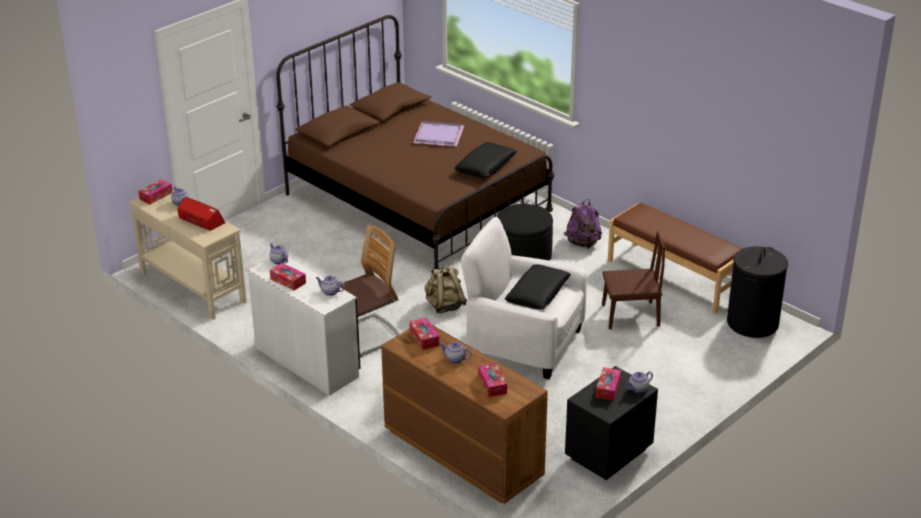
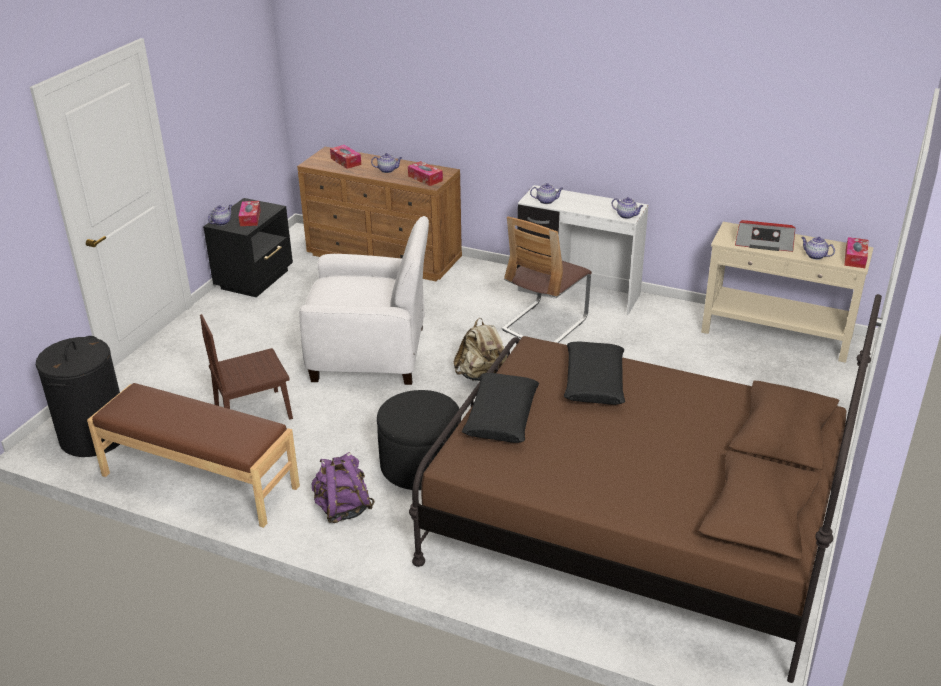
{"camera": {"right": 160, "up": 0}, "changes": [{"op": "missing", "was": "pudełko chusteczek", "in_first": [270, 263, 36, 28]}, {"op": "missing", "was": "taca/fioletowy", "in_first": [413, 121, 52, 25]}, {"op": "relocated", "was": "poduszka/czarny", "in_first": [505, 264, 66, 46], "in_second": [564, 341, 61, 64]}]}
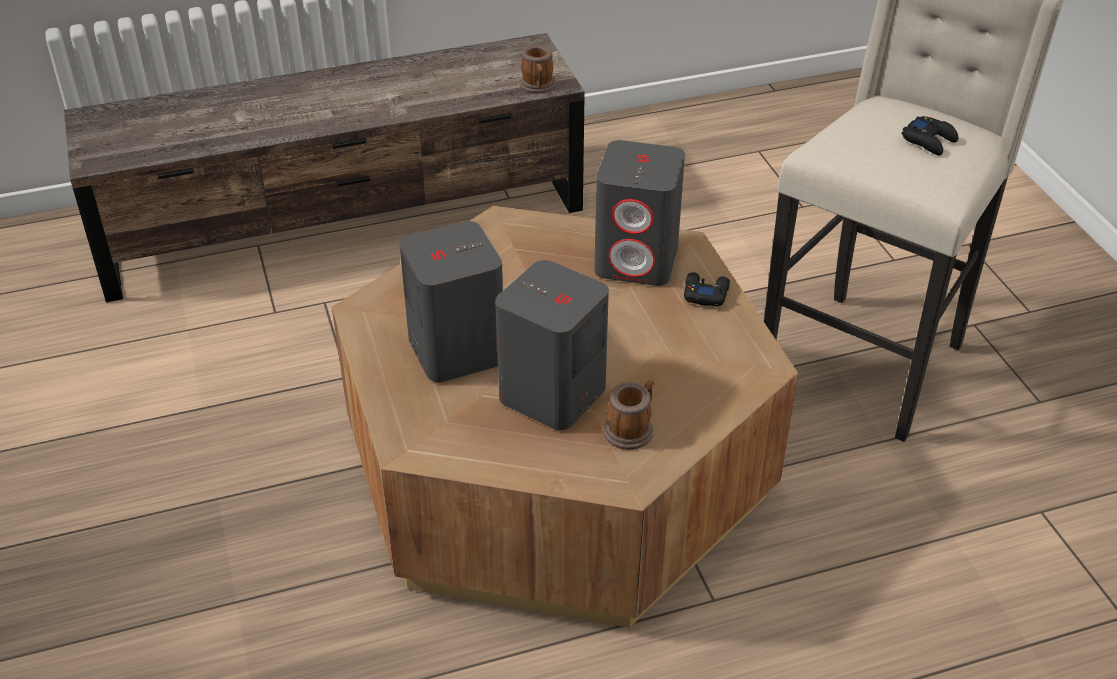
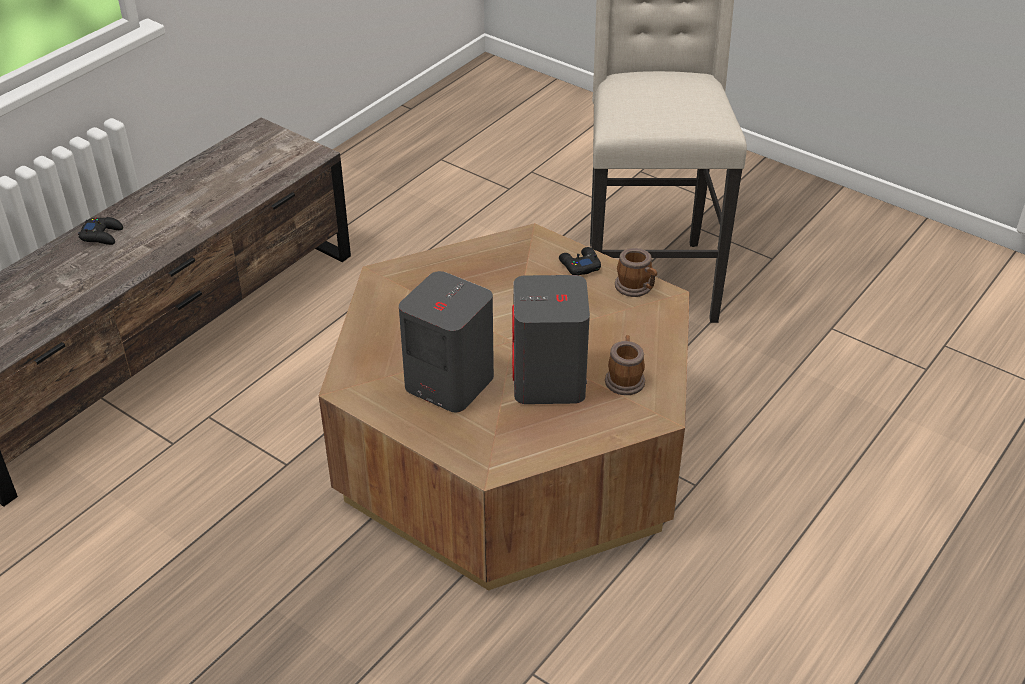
{"camera": {"right": -35, "up": 0}, "changes": [{"op": "relocated", "was": "kubek", "in_first": [519, 45, 37, 49], "in_second": [615, 248, 42, 49]}, {"op": "missing", "was": "głośnik/szary", "in_first": [594, 140, 91, 146]}, {"op": "relocated", "was": "pad do gier/czarny", "in_first": [902, 116, 56, 40], "in_second": [78, 217, 45, 28]}]}
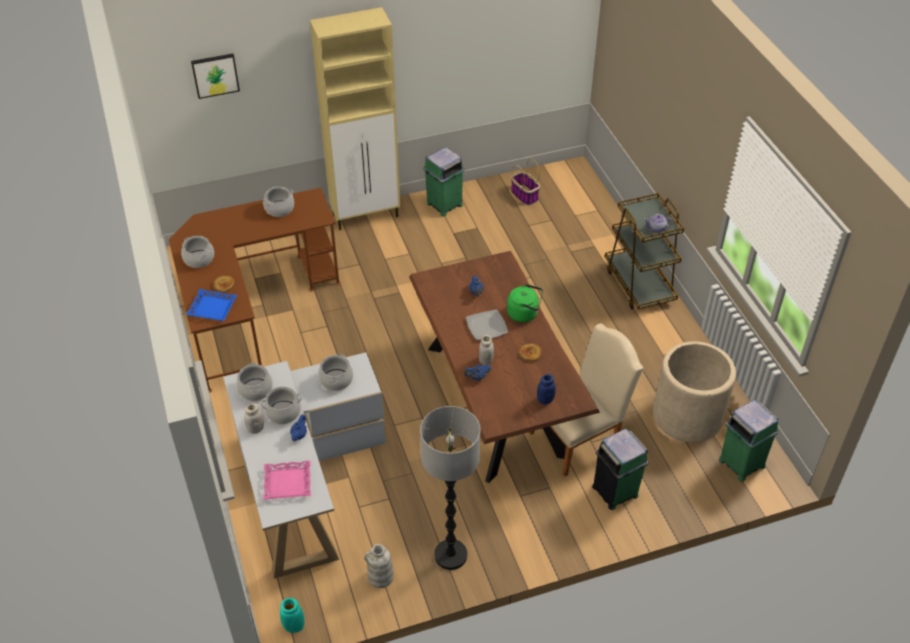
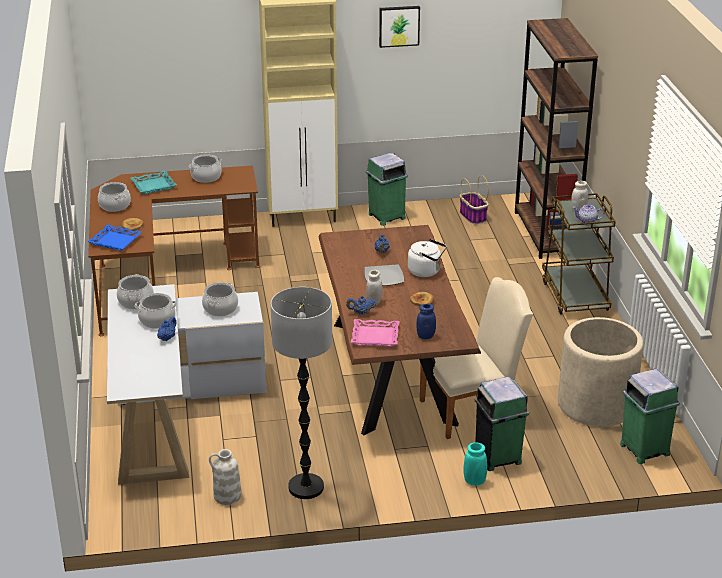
{"camera": {"right": 10, "up": -15}, "changes": [{"op": "relocated", "was": "obraz", "in_first": [191, 53, 49, 46], "in_second": [379, 6, 41, 42]}, {"op": "relocated", "was": "słoik/biały", "in_first": [244, 403, 20, 31], "in_second": [571, 181, 17, 30]}, {"op": "relocated", "was": "taca/różowy", "in_first": [263, 461, 48, 39], "in_second": [351, 319, 48, 27]}, {"op": "relocated", "was": "wazon/turkusowy", "in_first": [280, 598, 25, 35], "in_second": [463, 442, 24, 44]}, {"op": "colour", "was": "czajnik/zielony", "now": "czajnik/biały", "in_first": [507, 284, 36, 38], "in_second": [408, 239, 38, 38]}, {"op": "appeared", "now": "taca/turkusowy", "in_second": [131, 171, 46, 23]}, {"op": "appeared", "now": "regał/brązowy", "in_second": [515, 18, 83, 241]}]}
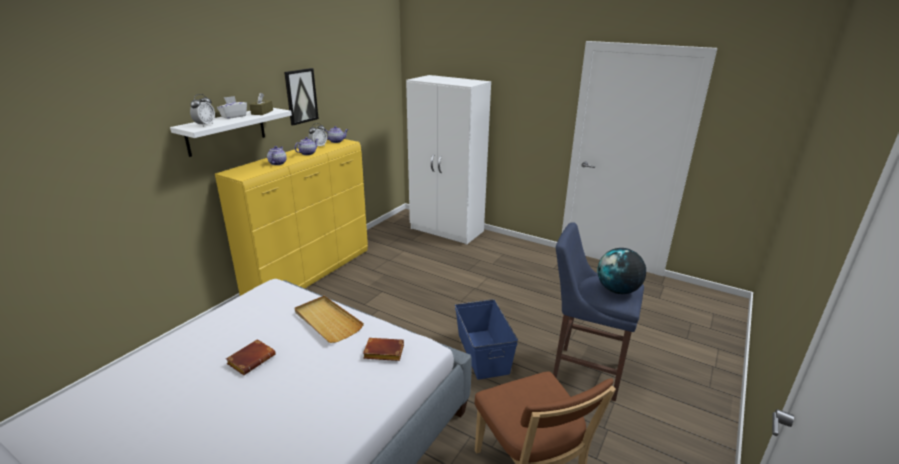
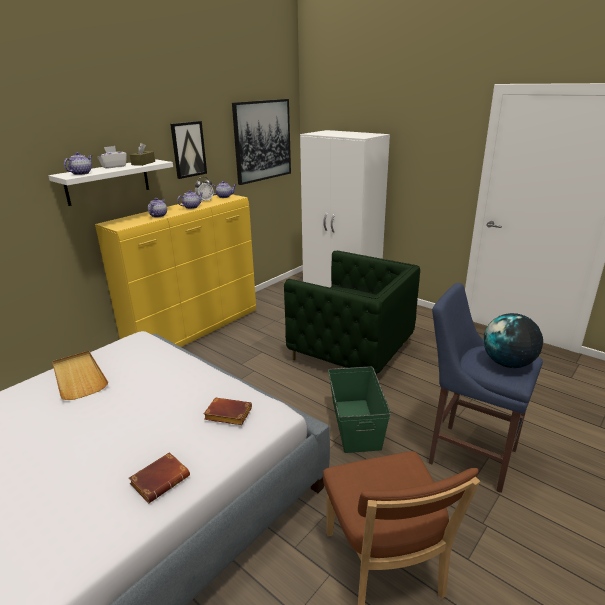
{"camera": {"right": 10, "up": 0}, "changes": [{"op": "exchanged", "was": "budzik", "now": "imbryk", "in_first": [190, 94, 25, 33], "in_second": [64, 152, 28, 23]}, {"op": "relocated", "was": "książka/brązowy", "in_first": [226, 339, 50, 36], "in_second": [129, 452, 61, 51]}, {"op": "relocated", "was": "taca/beżowy", "in_first": [295, 296, 69, 47], "in_second": [52, 351, 56, 49]}, {"op": "colour", "was": "pojemnik do przechowywania/niebieski", "now": "pojemnik do przechowywania/zielony", "in_first": [455, 299, 63, 81], "in_second": [328, 366, 63, 87]}, {"op": "appeared", "now": "obraz", "in_second": [232, 99, 59, 86]}, {"op": "appeared", "now": "fotel/zielony", "in_second": [284, 251, 136, 123]}]}
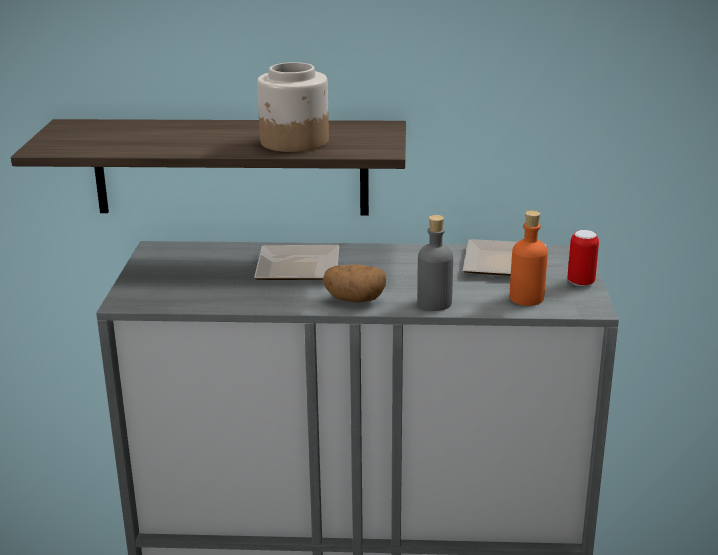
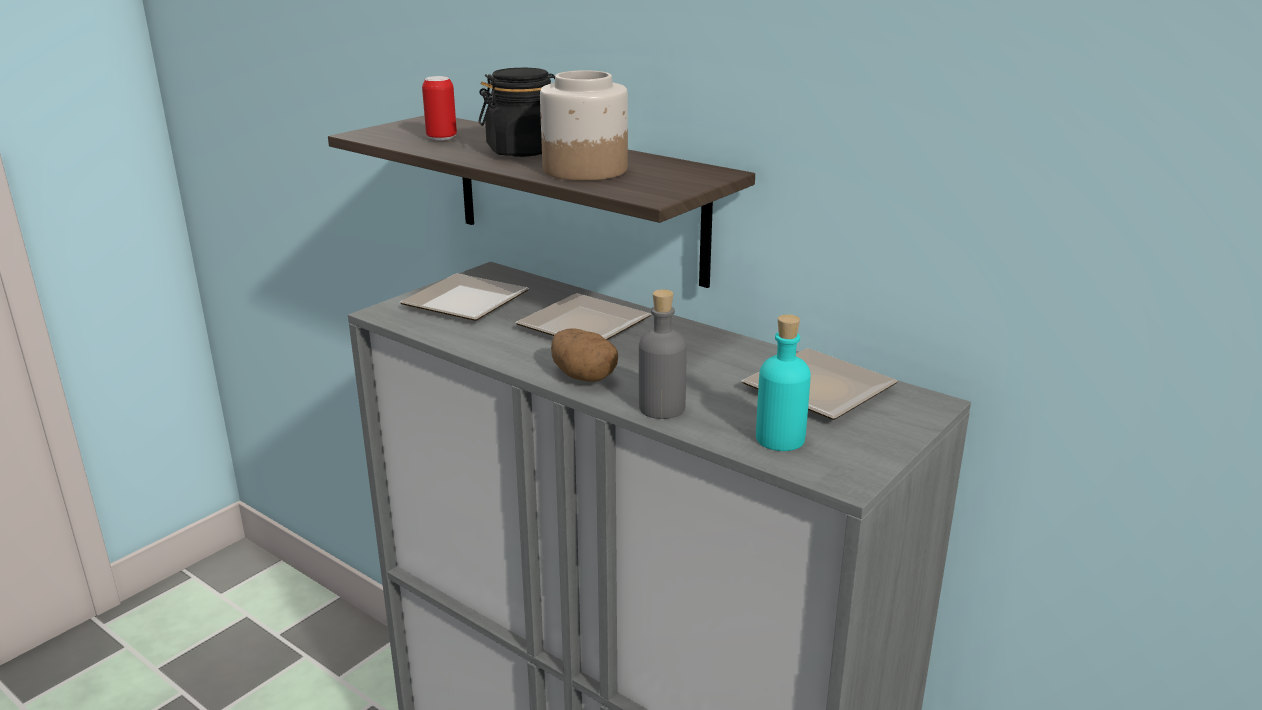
{"camera": {"right": 35, "up": 0}, "changes": [{"op": "colour", "was": "butelka/pomarańczowy", "now": "butelka/turkusowy", "in_first": [510, 210, 38, 96], "in_second": [756, 314, 55, 137]}, {"op": "relocated", "was": "puszka", "in_first": [568, 230, 31, 56], "in_second": [422, 76, 35, 65]}, {"op": "appeared", "now": "talerz", "in_second": [400, 273, 129, 48]}, {"op": "appeared", "now": "słoik/czarny", "in_second": [479, 68, 76, 89]}]}
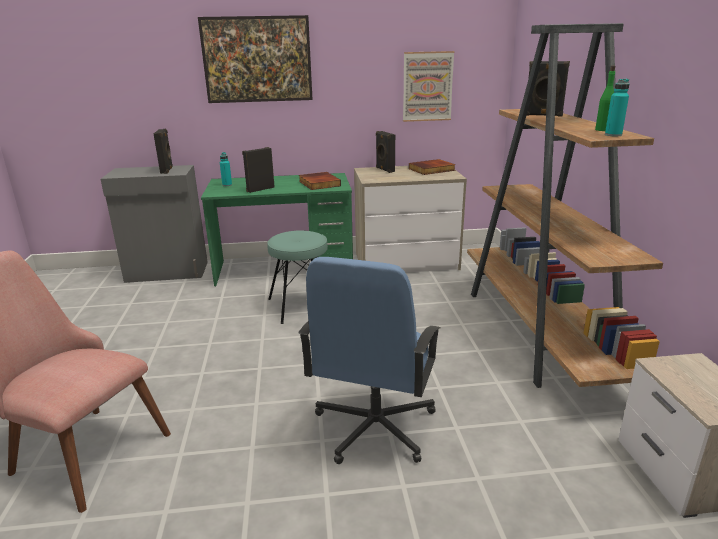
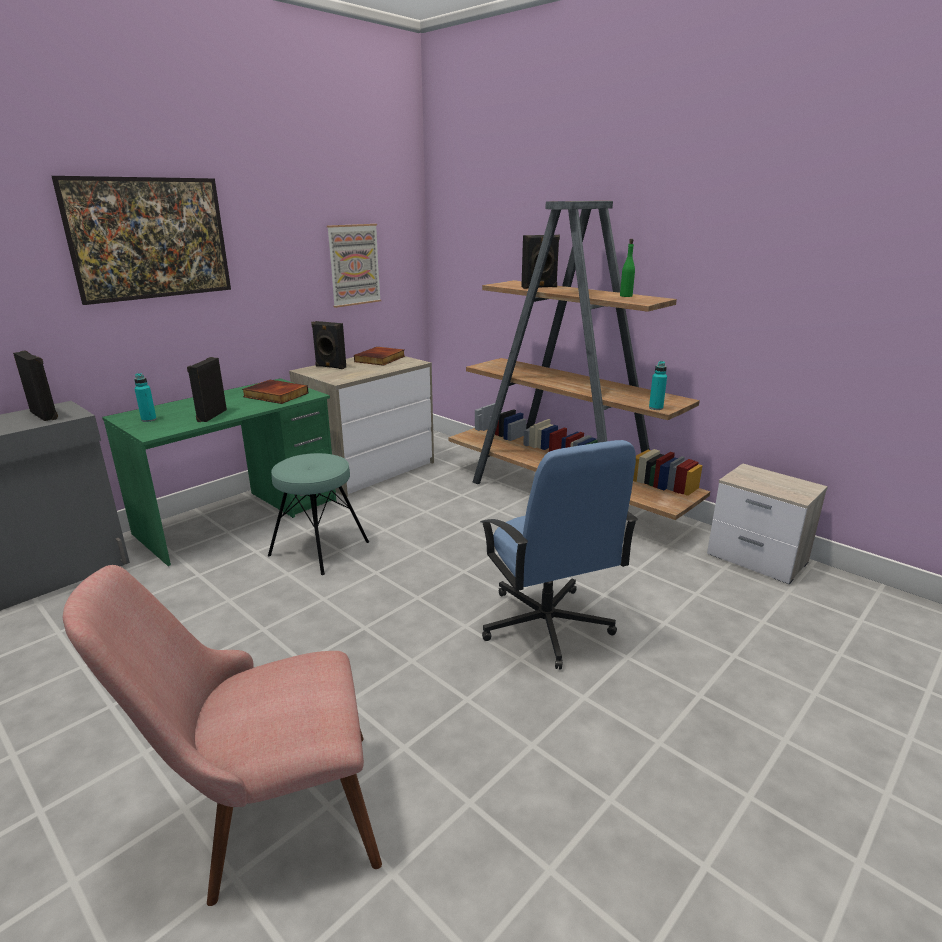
{"camera": {"right": -40, "up": 0}, "changes": [{"op": "relocated", "was": "butelka/turkusowy", "in_first": [605, 79, 24, 57], "in_second": [649, 361, 18, 49]}]}
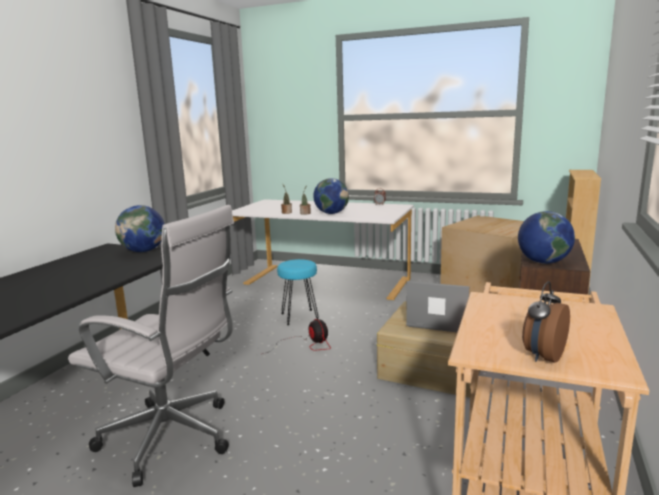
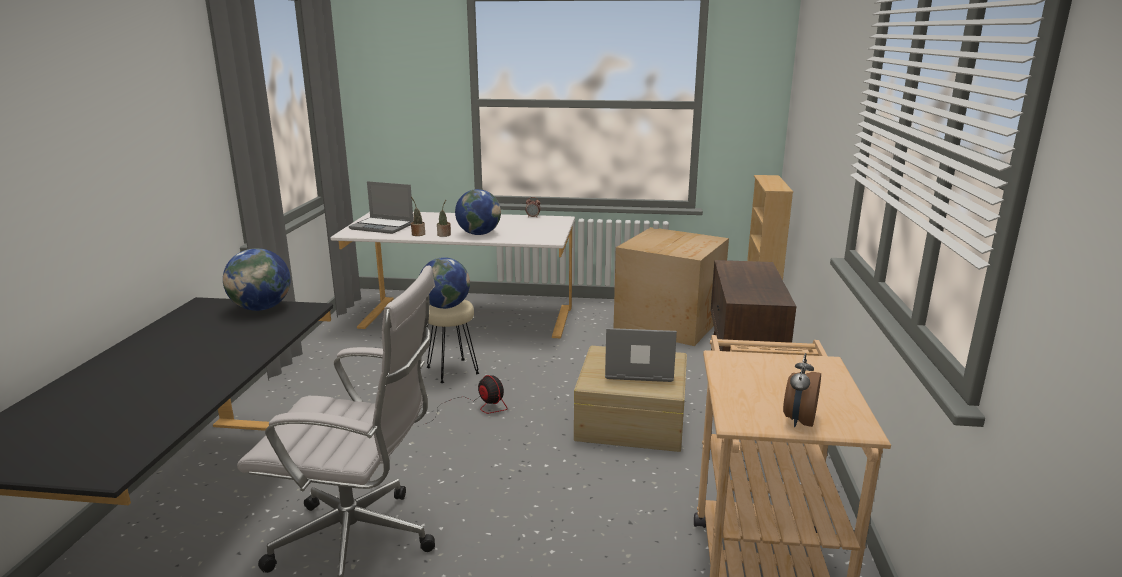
{"camera": {"right": -15, "up": 5}, "changes": [{"op": "colour", "was": "stołek/turkusowy", "now": "stołek/beżowy", "in_first": [277, 259, 42, 66], "in_second": [427, 300, 52, 83]}, {"op": "relocated", "was": "globus", "in_first": [518, 211, 57, 53], "in_second": [420, 257, 50, 52]}, {"op": "appeared", "now": "laptop", "in_second": [349, 181, 64, 53]}]}
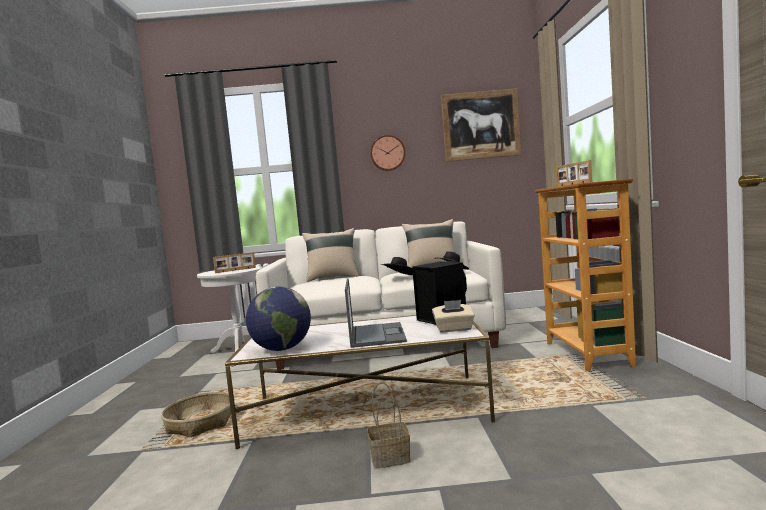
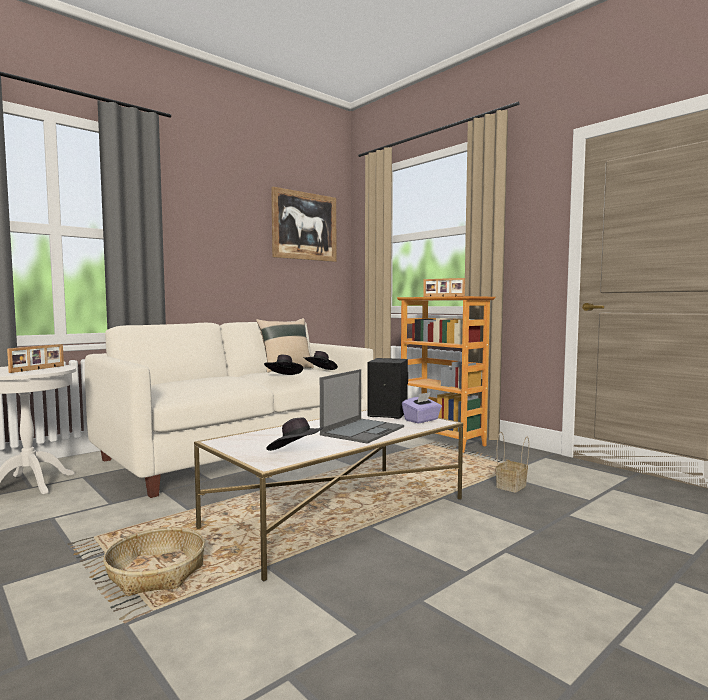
{"camera": {"right": -40, "up": 0}, "changes": [{"op": "exchanged", "was": "globus", "now": "kapelusz/czarny", "in_first": [246, 287, 65, 64], "in_second": [266, 417, 58, 34]}, {"op": "missing", "was": "poduszka/beżowy", "in_first": [302, 228, 56, 54]}, {"op": "spun", "was": "laptop", "in_first": [345, 279, 62, 69], "in_second": [320, 369, 84, 75], "clockwise": 75}, {"op": "relocated", "was": "koszyk", "in_first": [367, 382, 43, 87], "in_second": [496, 432, 33, 61]}, {"op": "missing", "was": "zegar ścienny", "in_first": [370, 135, 35, 36]}, {"op": "colour", "was": "pudełko chusteczek/beżowy", "now": "pudełko chusteczek/fioletowy", "in_first": [432, 300, 43, 32], "in_second": [402, 392, 40, 31]}]}
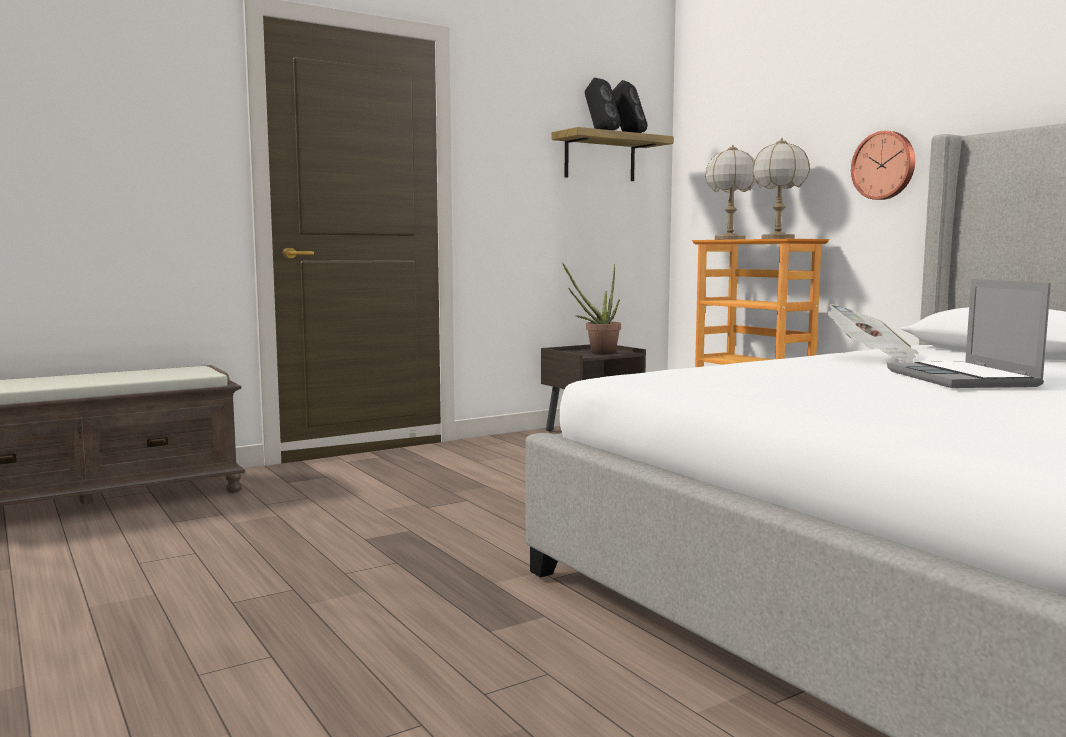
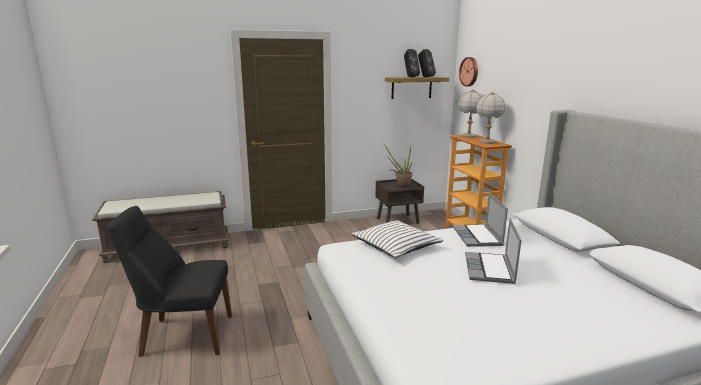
{"camera": {"right": 15, "up": 10}, "changes": [{"op": "exchanged", "was": "gazeta", "now": "laptop", "in_first": [828, 304, 91, 59], "in_second": [453, 193, 55, 54]}, {"op": "relocated", "was": "zegar ścienny", "in_first": [851, 131, 64, 69], "in_second": [459, 57, 19, 30]}, {"op": "appeared", "now": "krzesło/czarny", "in_second": [107, 206, 125, 151]}, {"op": "appeared", "now": "poduszka/biały", "in_second": [351, 220, 92, 38]}]}
